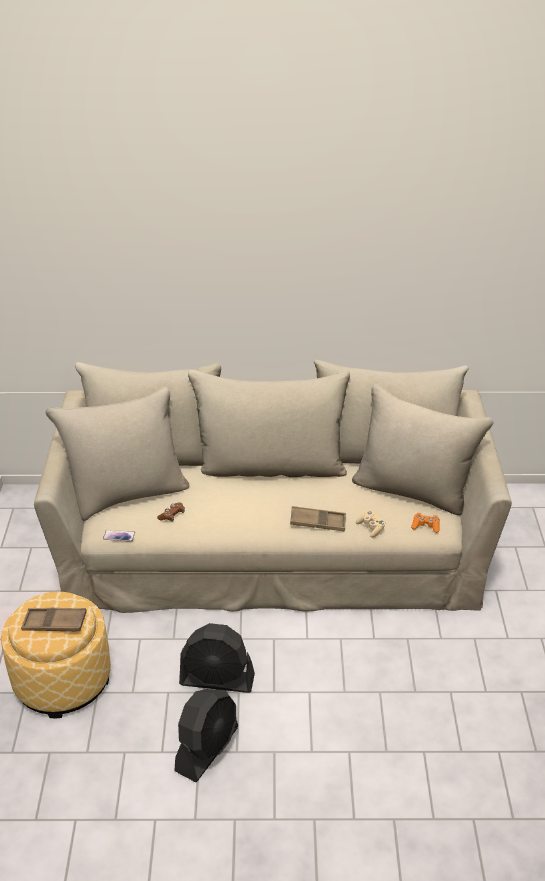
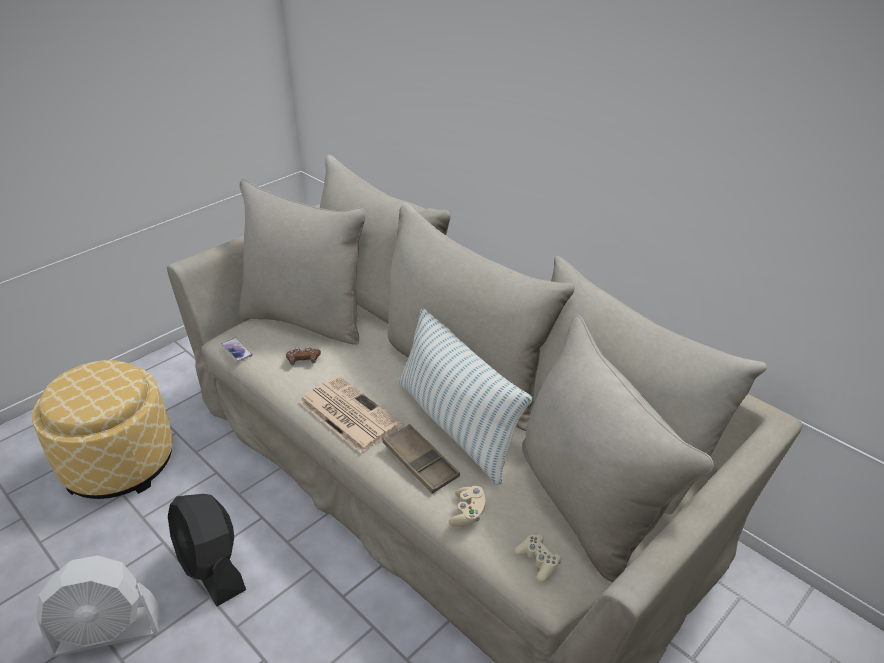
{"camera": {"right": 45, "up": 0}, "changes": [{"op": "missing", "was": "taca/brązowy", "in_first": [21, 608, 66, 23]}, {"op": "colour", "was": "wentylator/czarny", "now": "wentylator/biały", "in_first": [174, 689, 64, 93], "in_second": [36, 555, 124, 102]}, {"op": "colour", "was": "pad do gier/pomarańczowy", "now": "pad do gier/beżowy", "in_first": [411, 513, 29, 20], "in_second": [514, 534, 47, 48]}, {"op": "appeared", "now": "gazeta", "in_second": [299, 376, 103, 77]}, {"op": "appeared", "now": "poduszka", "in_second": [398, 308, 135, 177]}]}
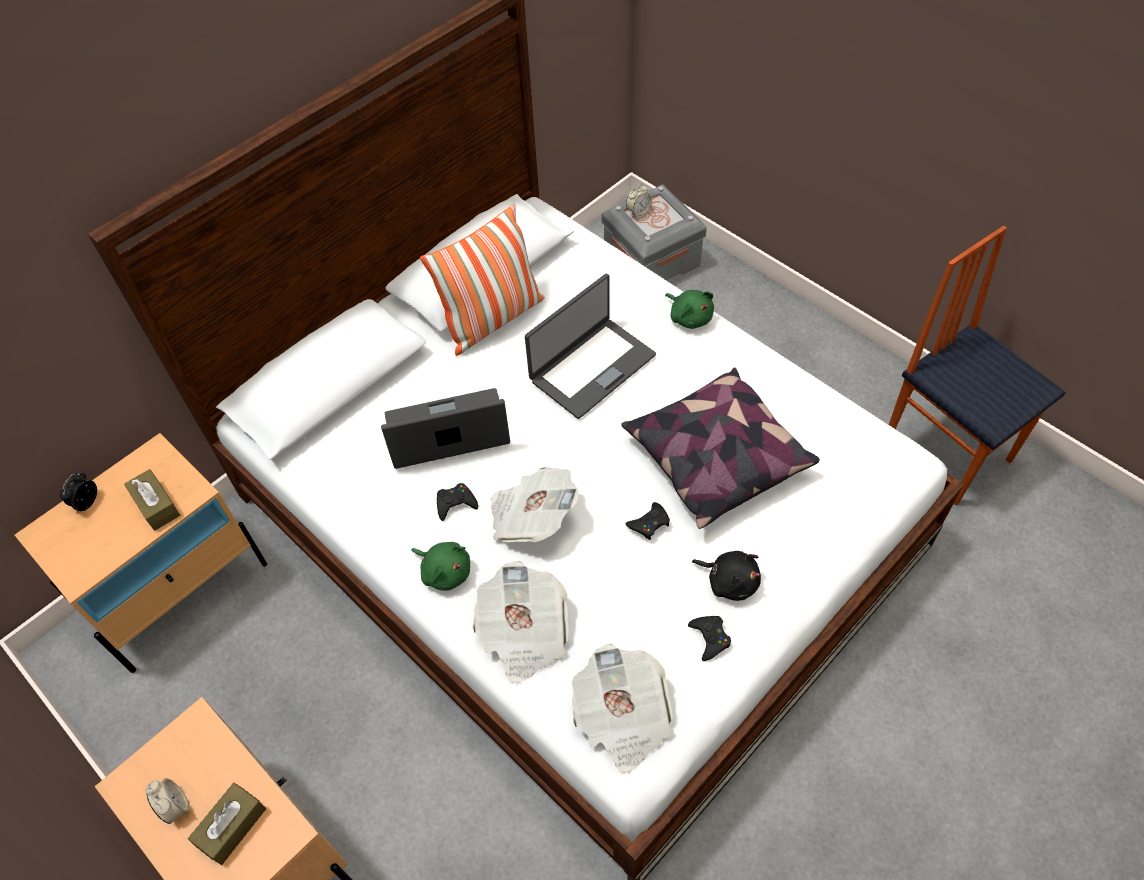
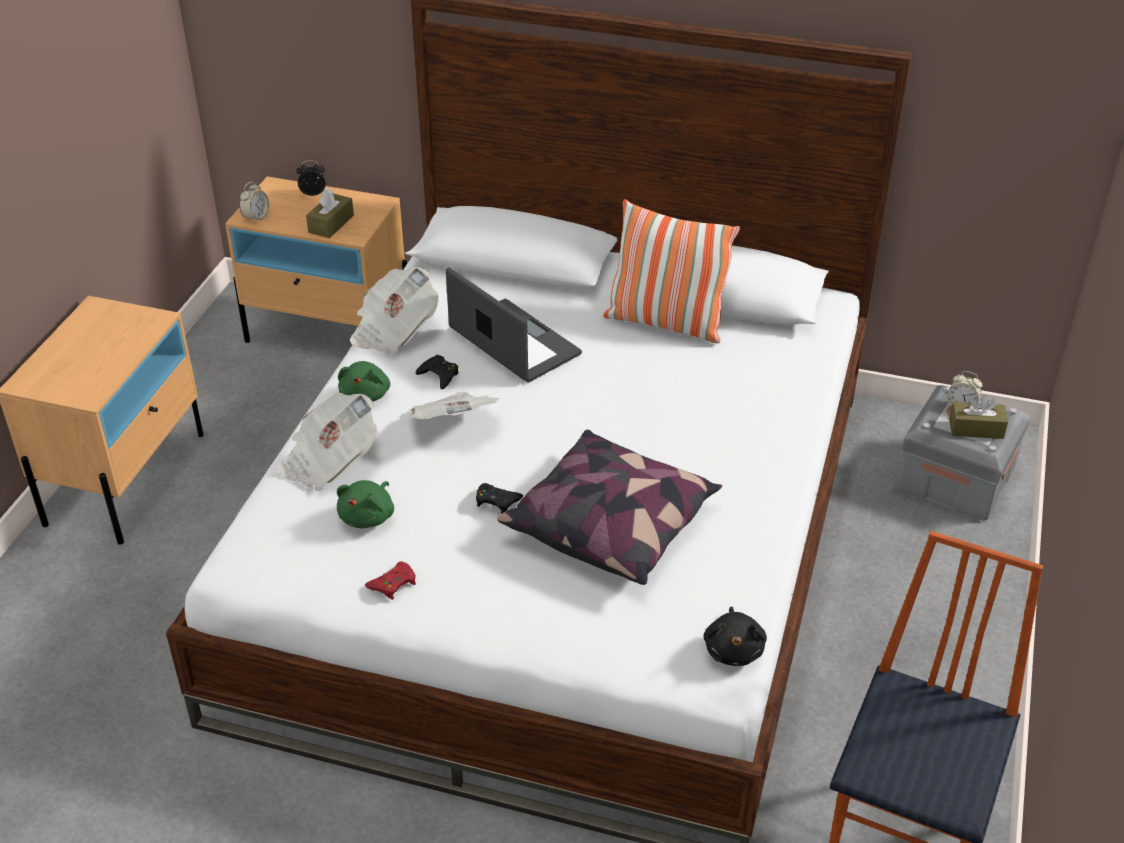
{"camera": {"right": 60, "up": -15}, "changes": [{"op": "relocated", "was": "budzik", "in_first": [145, 778, 45, 46], "in_second": [239, 182, 30, 41]}, {"op": "relocated", "was": "pudełko chusteczek/brązowy", "in_first": [188, 783, 78, 82], "in_second": [949, 396, 59, 43]}, {"op": "missing", "was": "laptop", "in_first": [525, 274, 131, 145]}, {"op": "relocated", "was": "gazeta", "in_first": [572, 644, 102, 129], "in_second": [350, 267, 89, 86]}, {"op": "relocated", "was": "pluszak/zielony", "in_first": [665, 290, 49, 39], "in_second": [337, 480, 57, 48]}, {"op": "colour", "was": "pad do gier/czarny", "now": "pad do gier/czerwony", "in_first": [688, 616, 43, 45], "in_second": [365, 562, 51, 38]}, {"op": "relocated", "was": "pluszak/czarny", "in_first": [692, 551, 69, 50], "in_second": [703, 607, 64, 59]}]}
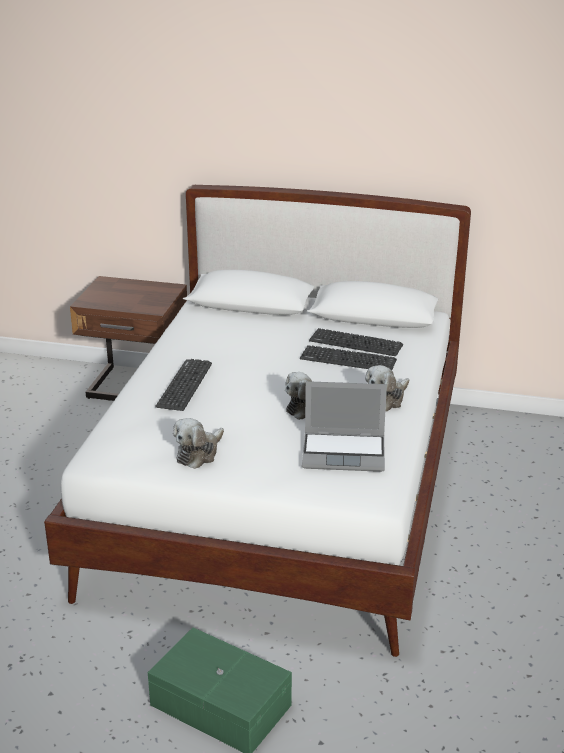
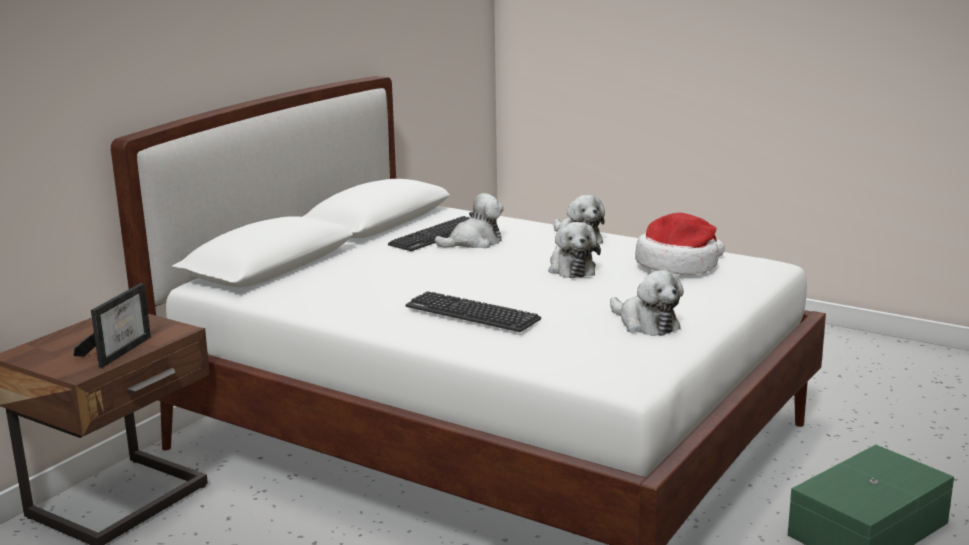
{"camera": {"right": -70, "up": -10}, "changes": [{"op": "exchanged", "was": "klawiatura", "now": "pluszak", "in_first": [300, 345, 97, 25], "in_second": [434, 193, 70, 55]}, {"op": "exchanged", "was": "laptop", "now": "kapelusz", "in_first": [302, 381, 85, 91], "in_second": [635, 213, 90, 62]}, {"op": "appeared", "now": "ramka na zdjęcie", "in_second": [73, 283, 78, 85]}]}
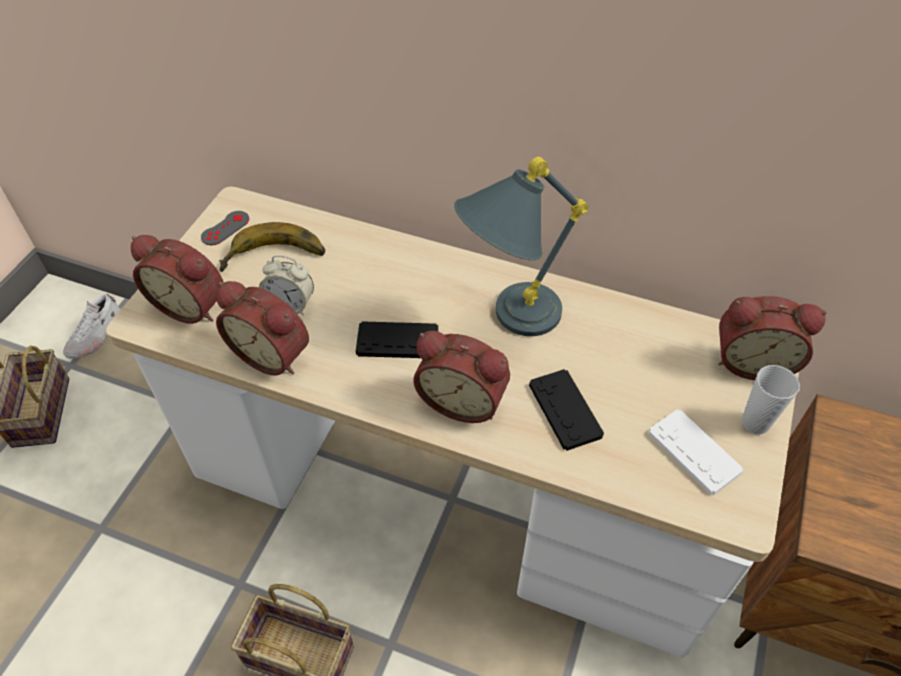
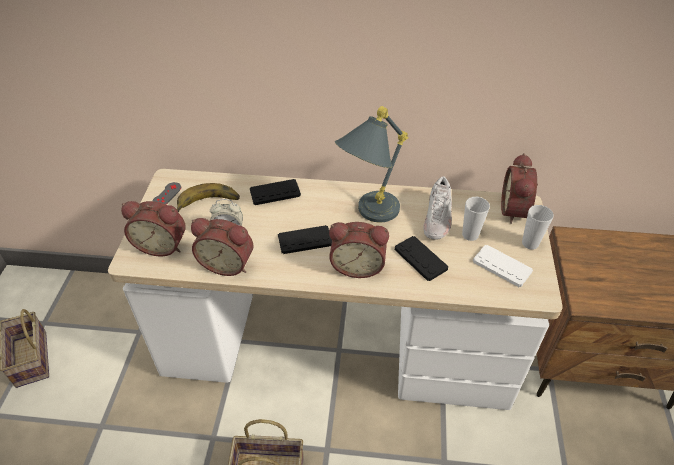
{"camera": {"right": -15, "up": -5}, "changes": [{"op": "relocated", "was": "but/biały", "in_first": [63, 294, 58, 65], "in_second": [424, 176, 28, 64]}, {"op": "spun", "was": "budzik", "in_first": [718, 296, 109, 84], "in_second": [501, 153, 37, 71], "clockwise": 105}, {"op": "appeared", "now": "pad do gier/czarny", "in_second": [250, 179, 51, 26]}, {"op": "appeared", "now": "filiżanka", "in_second": [462, 197, 28, 44]}]}
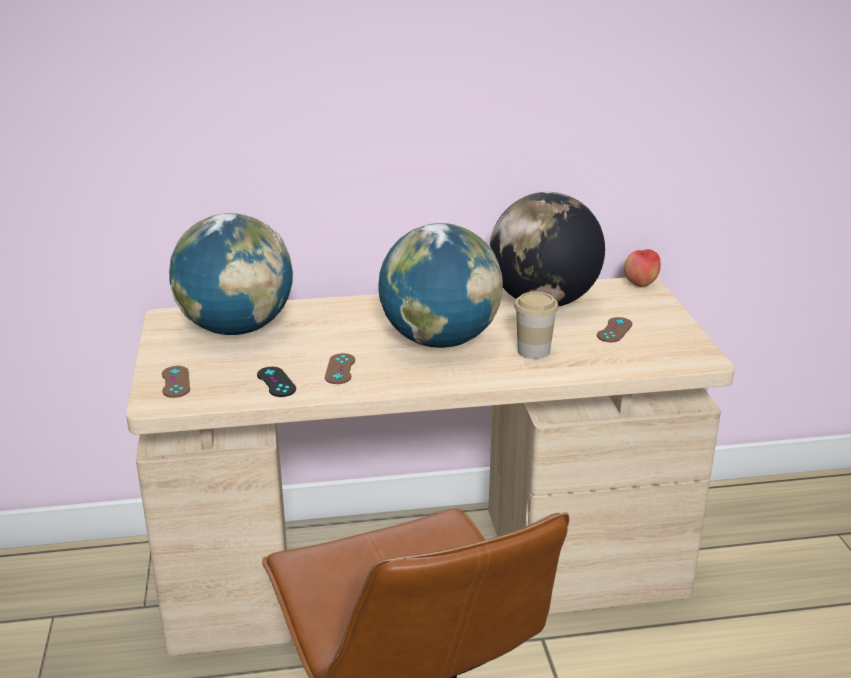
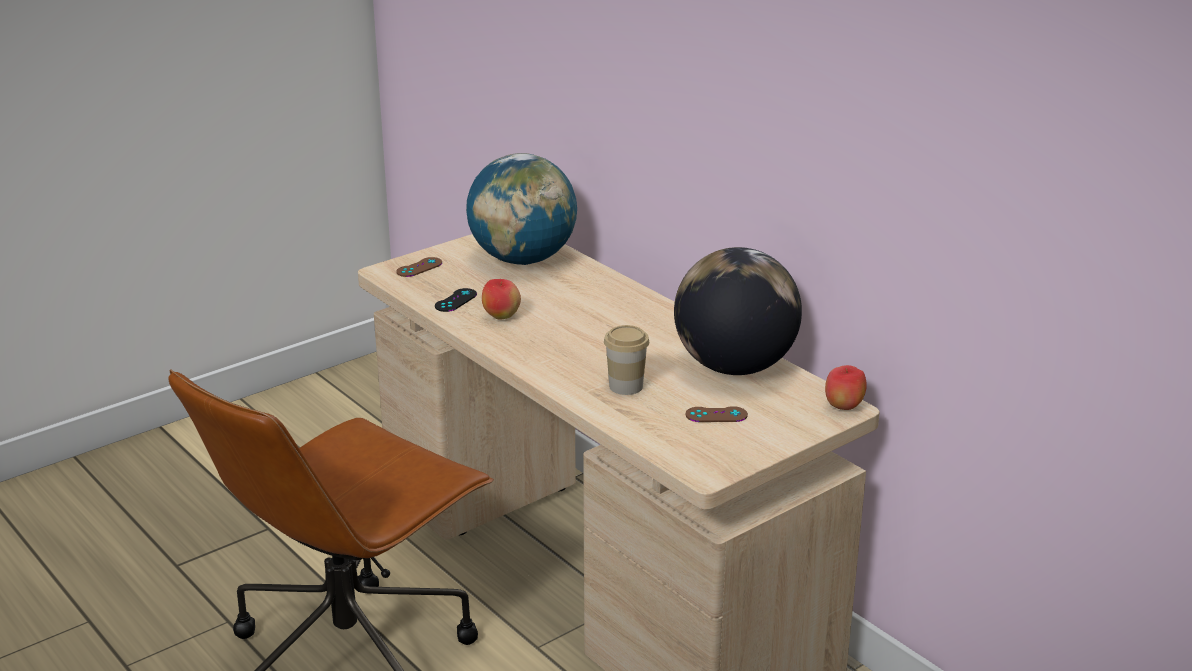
{"camera": {"right": 60, "up": 0}, "changes": [{"op": "exchanged", "was": "pad do gier/brązowy", "now": "jabłko", "in_first": [325, 353, 30, 31], "in_second": [482, 279, 39, 40]}, {"op": "missing", "was": "globus", "in_first": [378, 223, 125, 125]}]}
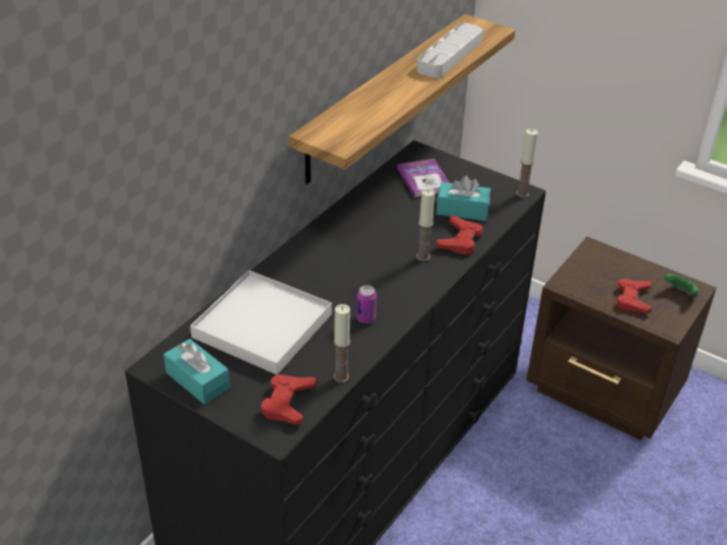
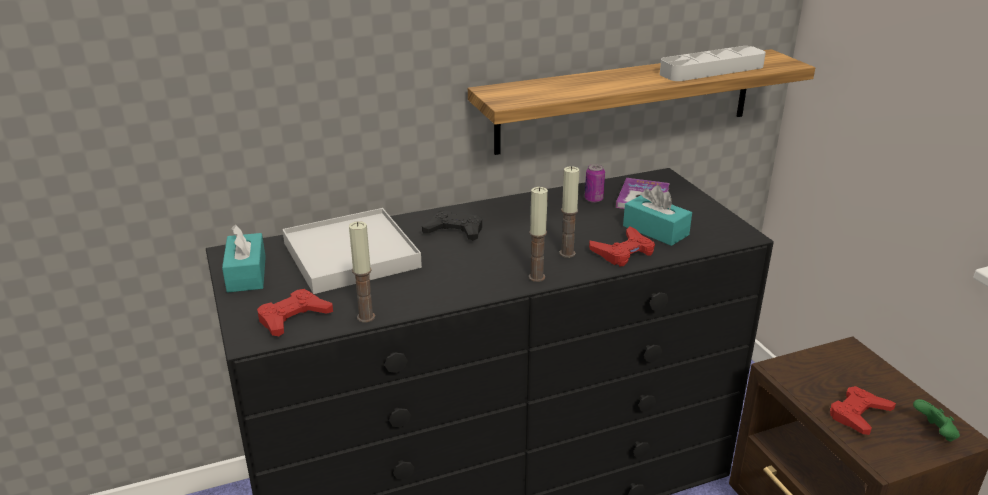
{"camera": {"right": 35, "up": -10}, "changes": [{"op": "relocated", "was": "puszka", "in_first": [356, 285, 21, 38], "in_second": [585, 164, 20, 39]}, {"op": "relocated", "was": "świeca", "in_first": [516, 129, 22, 69], "in_second": [528, 187, 20, 95]}, {"op": "appeared", "now": "pad do gier/czarny", "in_second": [422, 210, 60, 30]}]}
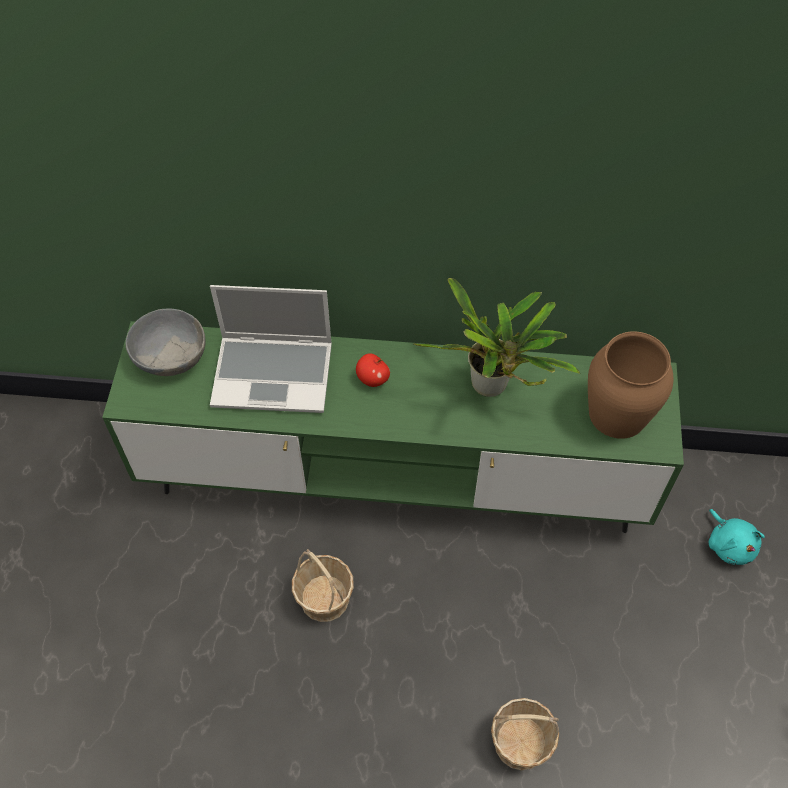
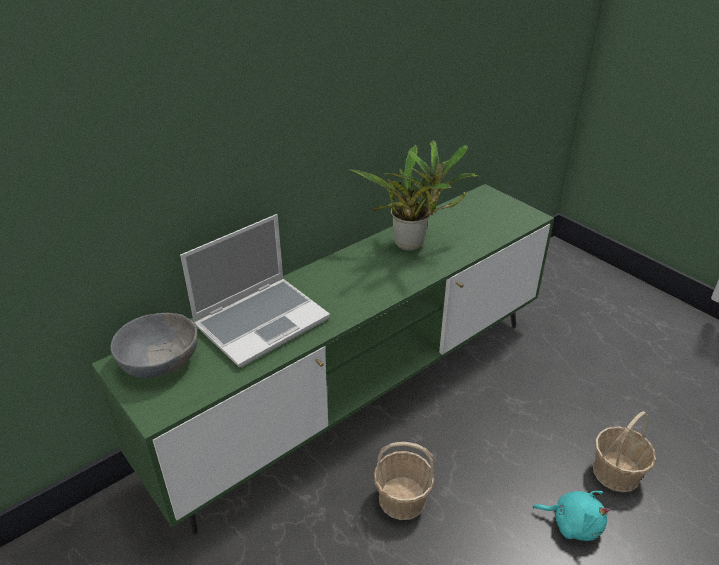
{"camera": {"right": -45, "up": -20}, "changes": [{"op": "missing", "was": "jabłko", "in_first": [356, 353, 34, 34]}, {"op": "missing", "was": "wazon/brązowy", "in_first": [588, 331, 86, 108]}, {"op": "relocated", "was": "pluszak/turkusowy", "in_first": [709, 509, 56, 56], "in_second": [532, 491, 78, 50]}]}
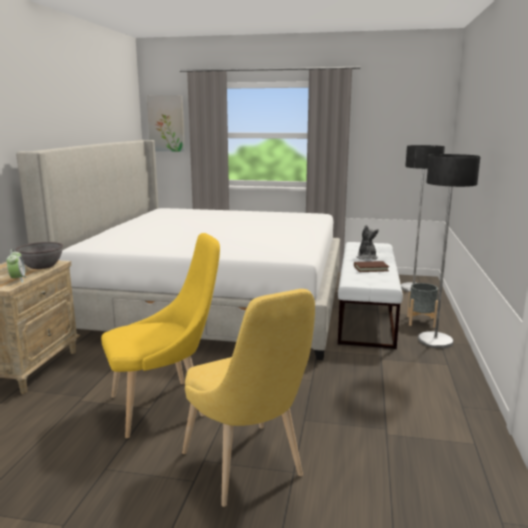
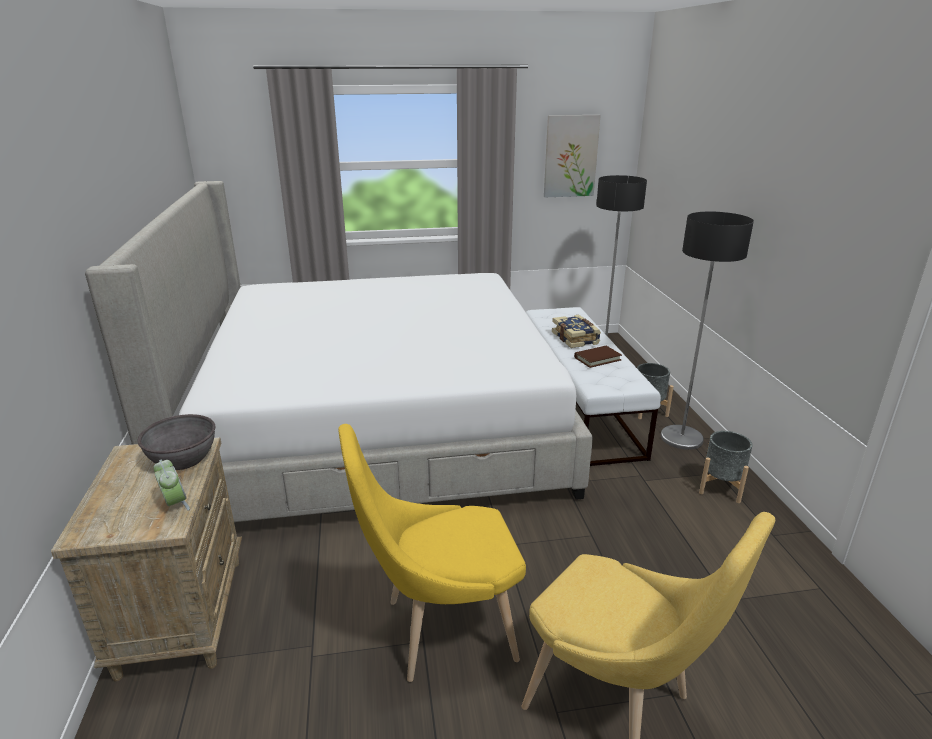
{"camera": {"right": -20, "up": 10}, "changes": [{"op": "spun", "was": "krzesło/żółty", "in_first": [101, 233, 119, 205], "in_second": [338, 424, 188, 258], "clockwise": -150}, {"op": "relocated", "was": "obraz", "in_first": [147, 95, 38, 57], "in_second": [544, 115, 57, 82]}, {"op": "exchanged", "was": "pluszak", "now": "książka", "in_first": [357, 225, 22, 35], "in_second": [552, 315, 49, 33]}, {"op": "appeared", "now": "donica/szary", "in_second": [699, 431, 53, 72]}]}
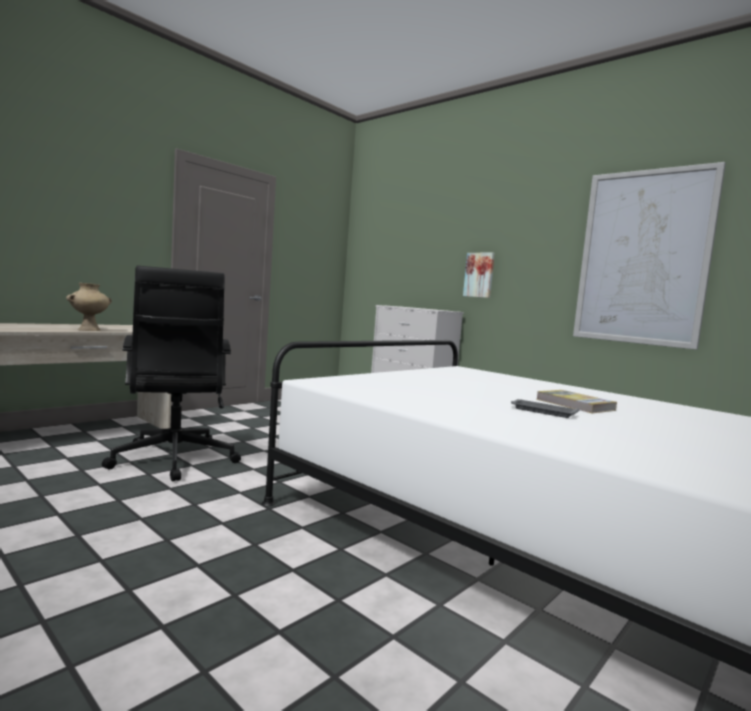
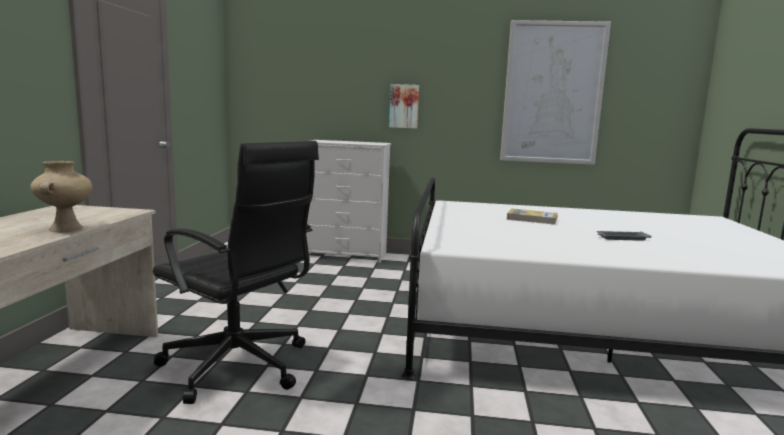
{"camera": {"right": -35, "up": 5}, "changes": [{"op": "relocated", "was": "książka", "in_first": [536, 390, 81, 23], "in_second": [507, 209, 51, 16]}]}
